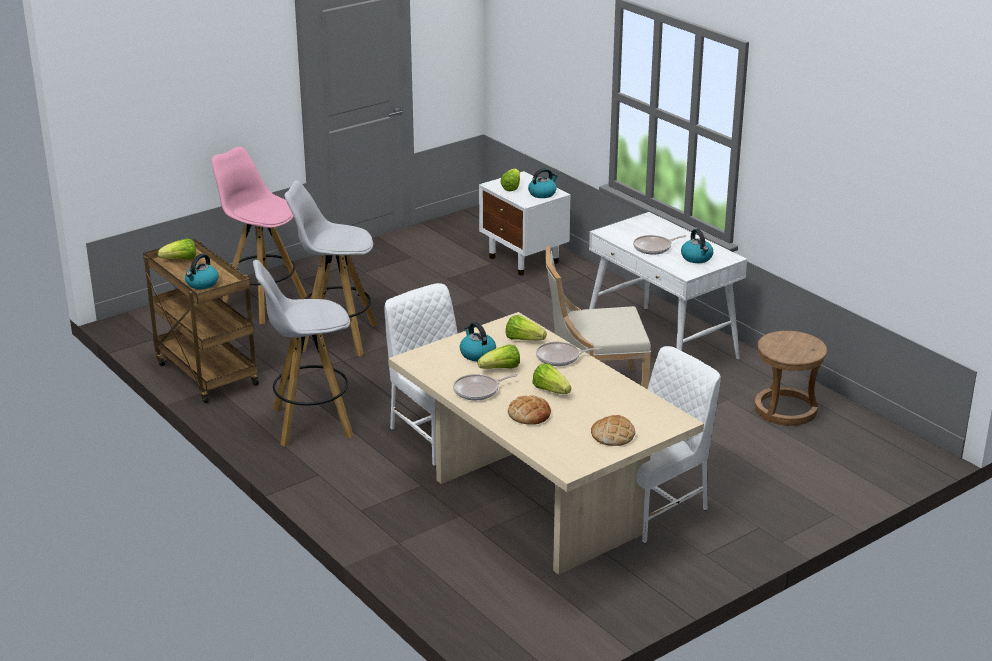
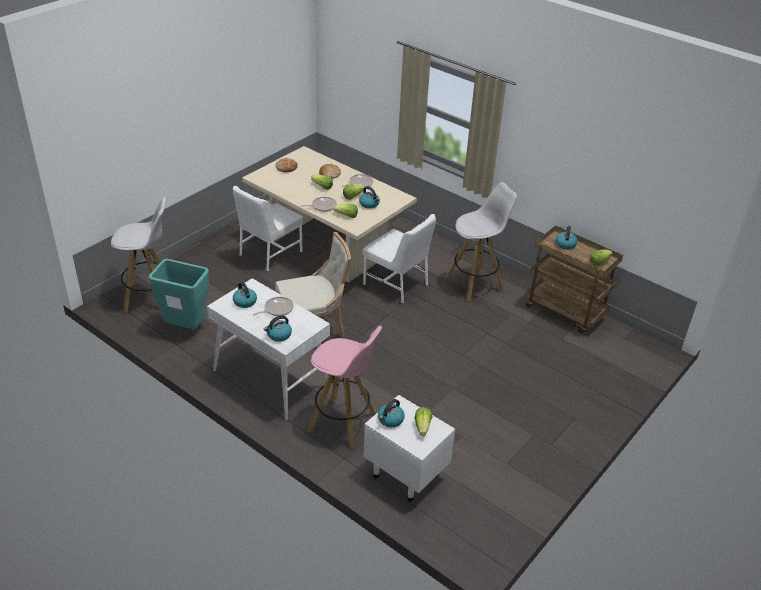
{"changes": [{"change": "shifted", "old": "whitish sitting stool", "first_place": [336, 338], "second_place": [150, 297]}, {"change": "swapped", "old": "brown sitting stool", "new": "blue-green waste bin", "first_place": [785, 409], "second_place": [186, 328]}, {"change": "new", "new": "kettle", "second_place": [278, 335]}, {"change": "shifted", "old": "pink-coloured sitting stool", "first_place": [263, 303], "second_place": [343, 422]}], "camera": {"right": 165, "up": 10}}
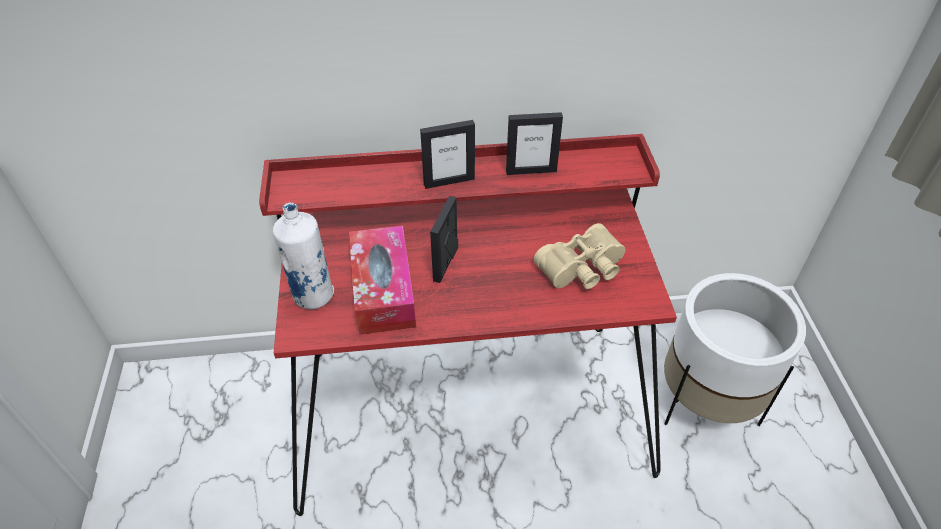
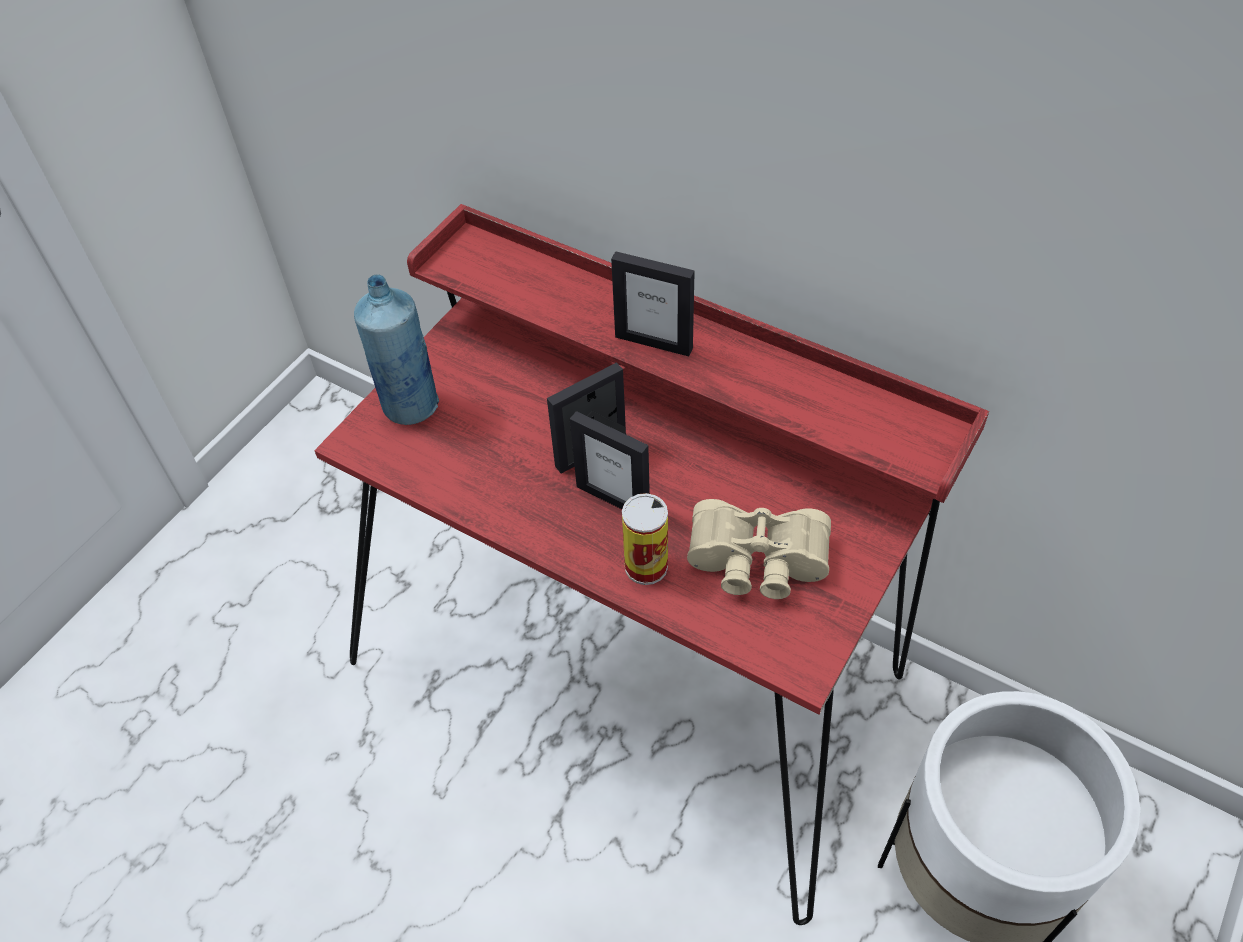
{"changes": [{"change": "repainted", "old": "whitish beverage bottle", "new": "blue beverage bottle", "first_place": [313, 295], "second_place": [410, 405]}, {"change": "shifted", "old": "standing frame", "first_place": [531, 171], "second_place": [613, 499]}, {"change": "new", "new": "can", "second_place": [646, 566]}, {"change": "gone", "old": "tissue box", "first_place": [383, 290]}], "camera": {"right": 40, "up": 5}}
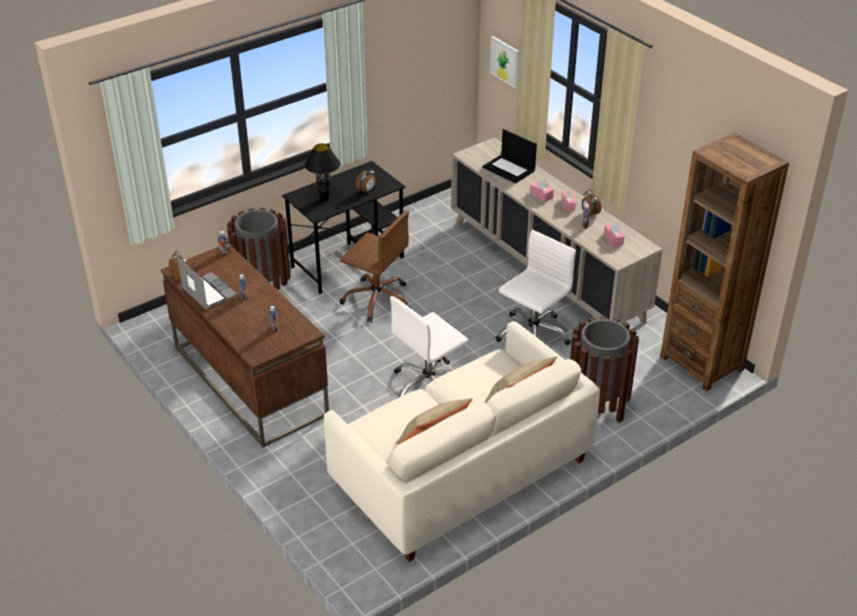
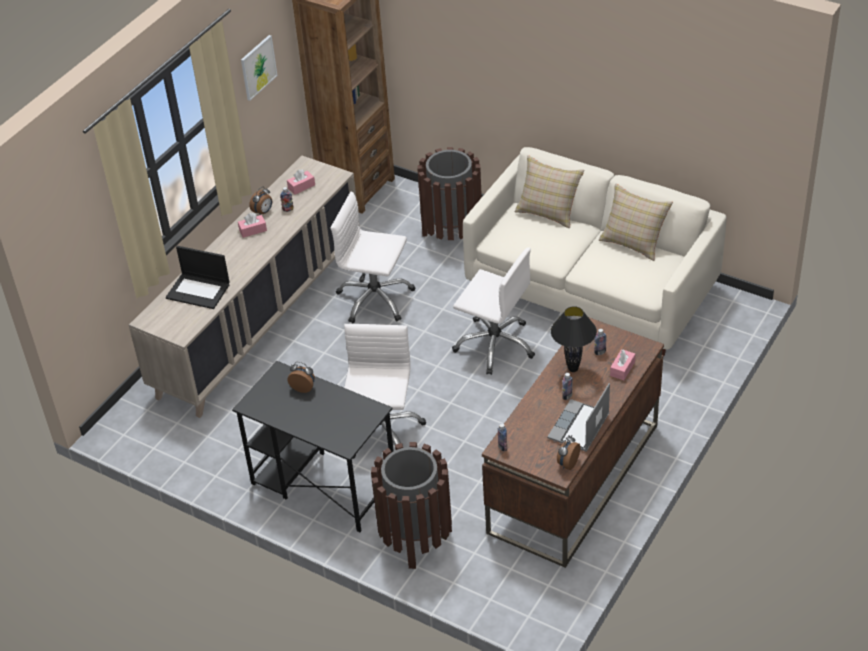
{"changes": [{"change": "rotated", "old": "notebook computer", "first_place": [509, 169], "second_place": [199, 291], "degrees": 90}, {"change": "shifted", "old": "picture", "first_place": [505, 61], "second_place": [258, 67]}, {"change": "repainted", "old": "brown office chair", "new": "whitish office chair", "first_place": [377, 300], "second_place": [381, 431]}, {"change": "shifted", "old": "black-coloured lamp for a table", "first_place": [324, 199], "second_place": [572, 369]}, {"change": "shifted", "old": "pink-coloured tissue box", "first_place": [541, 195], "second_place": [622, 369]}], "camera": {"right": -110, "up": 5}}
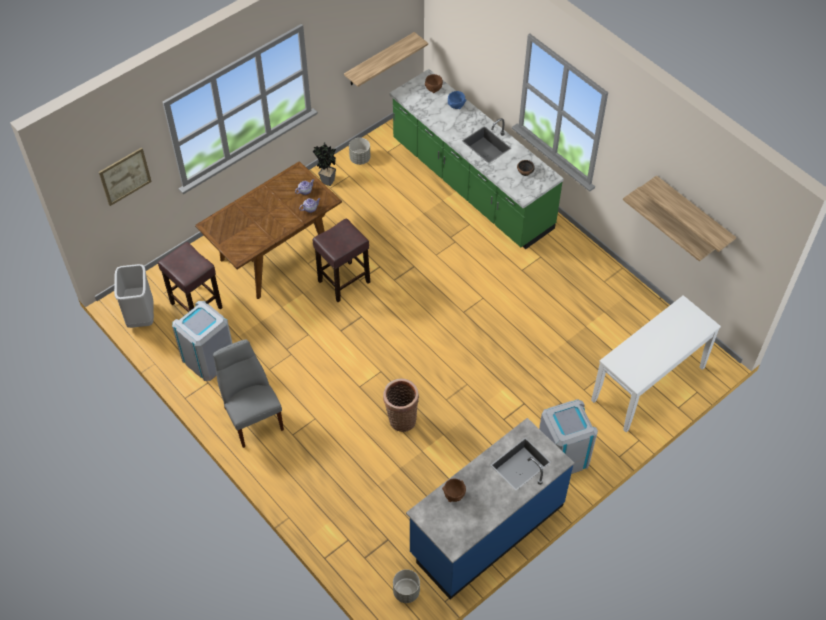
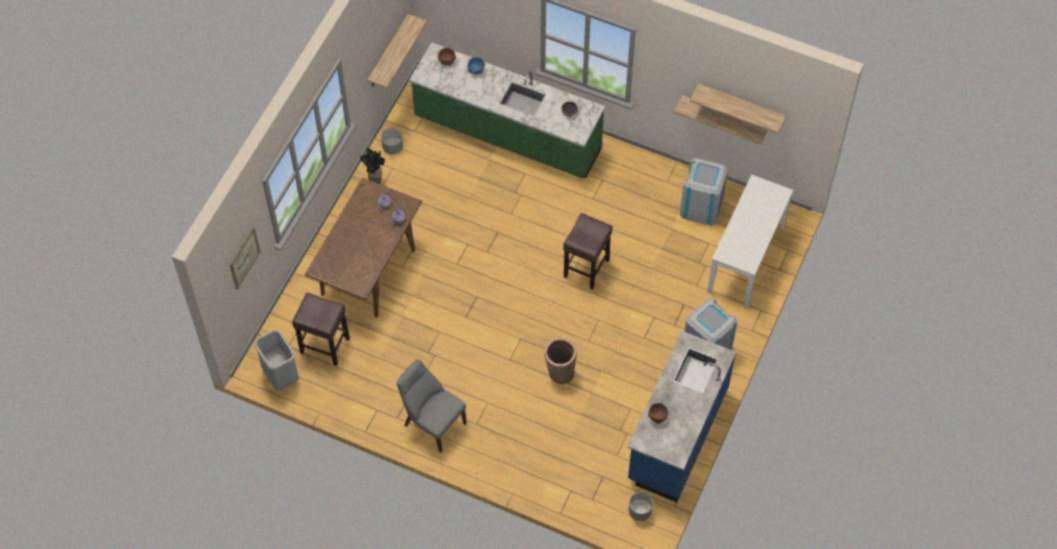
{"changes": [{"change": "shifted", "old": "brown sitting stool", "first_place": [343, 282], "second_place": [586, 269]}, {"change": "shifted", "old": "greyish waste bin", "first_place": [208, 358], "second_place": [701, 207]}], "camera": {"right": -25, "up": 5}}
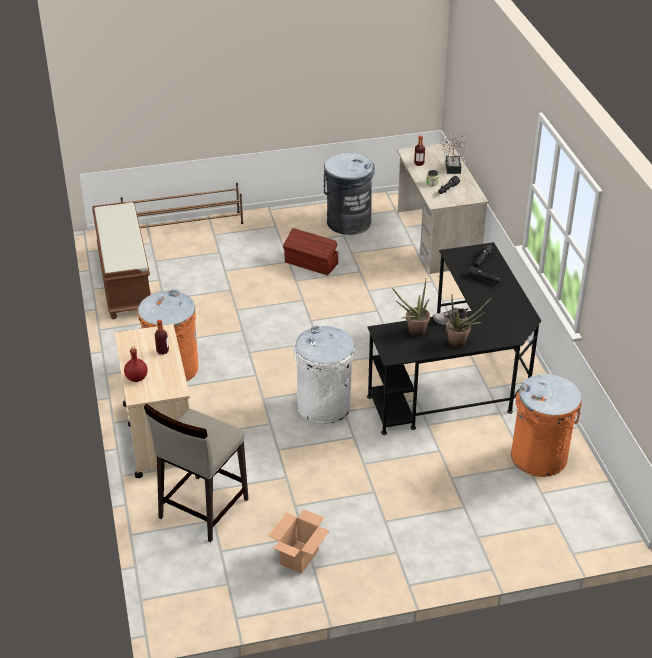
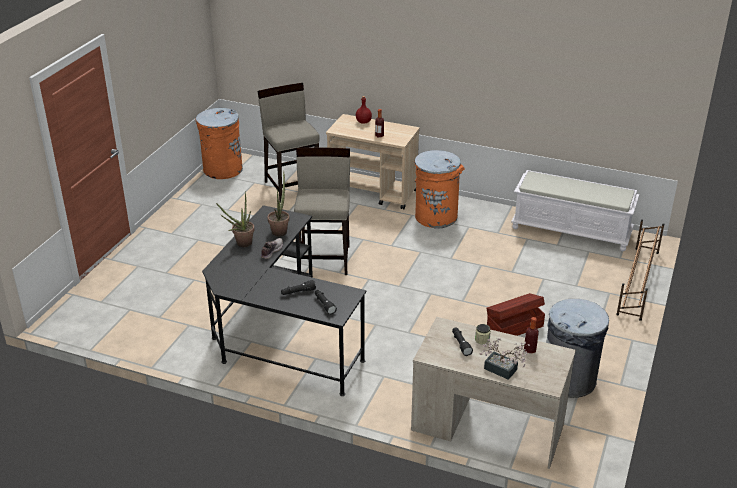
{"changes": [{"change": "shifted", "old": "orangey waste bin", "first_place": [539, 457], "second_place": [222, 169]}, {"change": "swapped", "old": "whitish waste bin", "new": "sand-coloured sitting stool", "first_place": [323, 406], "second_place": [325, 259]}, {"change": "repainted", "old": "brown bench", "new": "whitish bench", "first_place": [124, 279], "second_place": [572, 230]}, {"change": "gone", "old": "carton", "first_place": [299, 556]}], "camera": {"right": 125, "up": -5}}
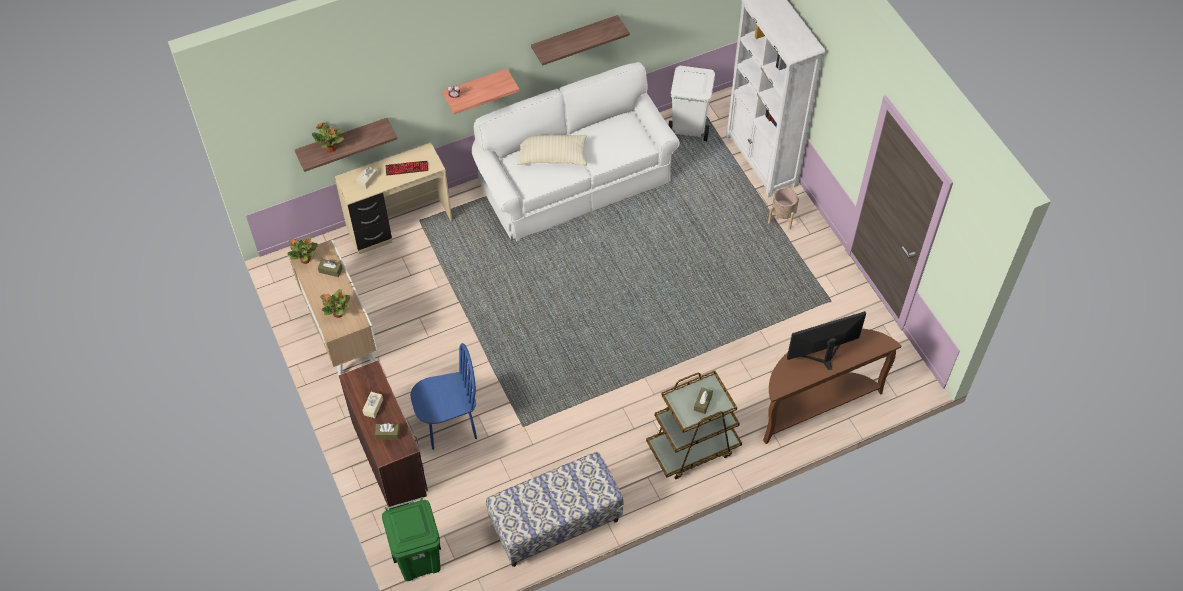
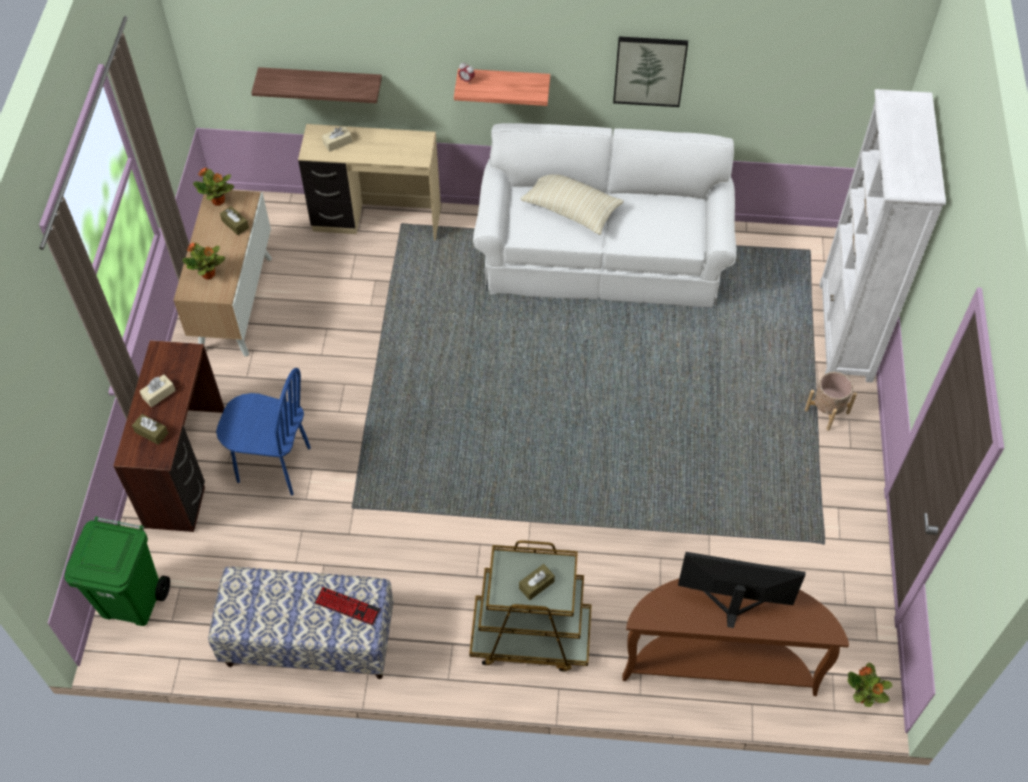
{"changes": [{"change": "shifted", "old": "computer keyboard", "first_place": [407, 168], "second_place": [347, 606]}, {"change": "swapped", "old": "bracket shelf", "new": "picture", "first_place": [574, 38], "second_place": [649, 70]}, {"change": "shifted", "old": "potted plant", "first_place": [331, 148], "second_place": [863, 697]}, {"change": "gone", "old": "whitish waste bin", "first_place": [688, 128]}], "camera": {"right": 30, "up": 0}}
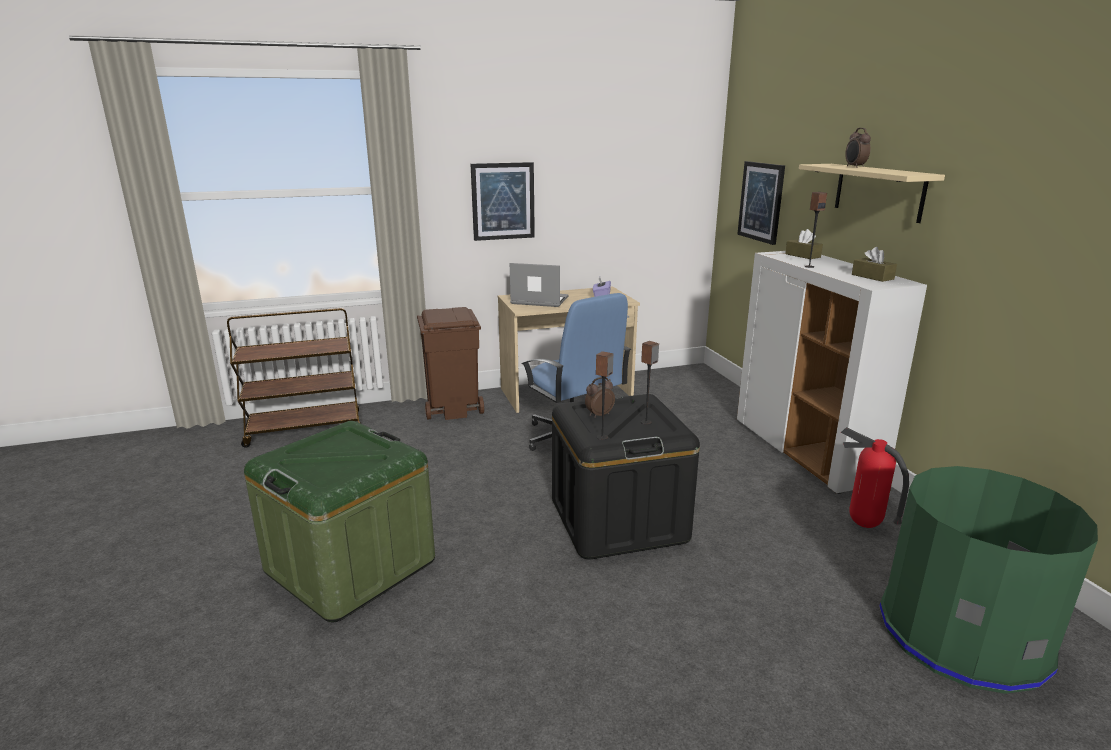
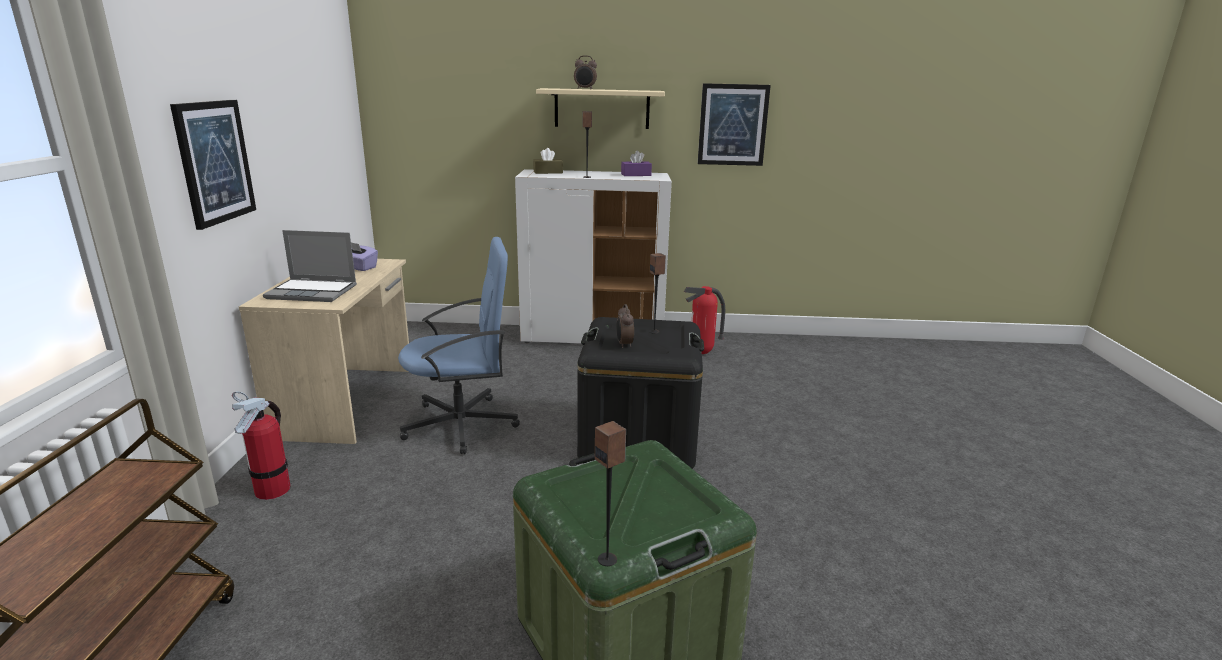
{"changes": [{"change": "swapped", "old": "brown waste bin", "new": "fire-fighting cylinder", "first_place": [452, 408], "second_place": [272, 489]}, {"change": "rotated", "old": "notebook computer", "first_place": [538, 301], "second_place": [313, 292], "degrees": -120}, {"change": "shifted", "old": "loudspeaker", "first_place": [602, 437], "second_place": [607, 559]}, {"change": "repainted", "old": "brown tissue box", "new": "purple tissue box", "first_place": [872, 277], "second_place": [636, 175]}, {"change": "shifted", "old": "picture", "first_place": [761, 202], "second_place": [732, 125]}, {"change": "gone", "old": "greenish waste bin", "first_place": [962, 634]}], "camera": {"right": -70, "up": 0}}
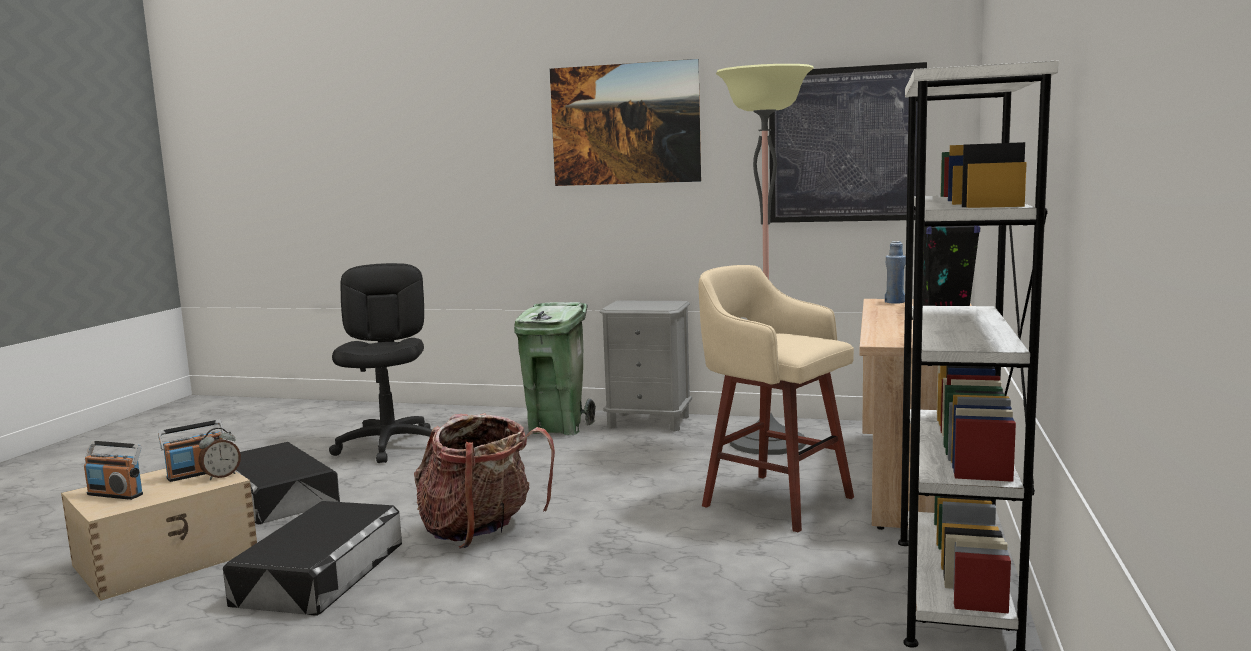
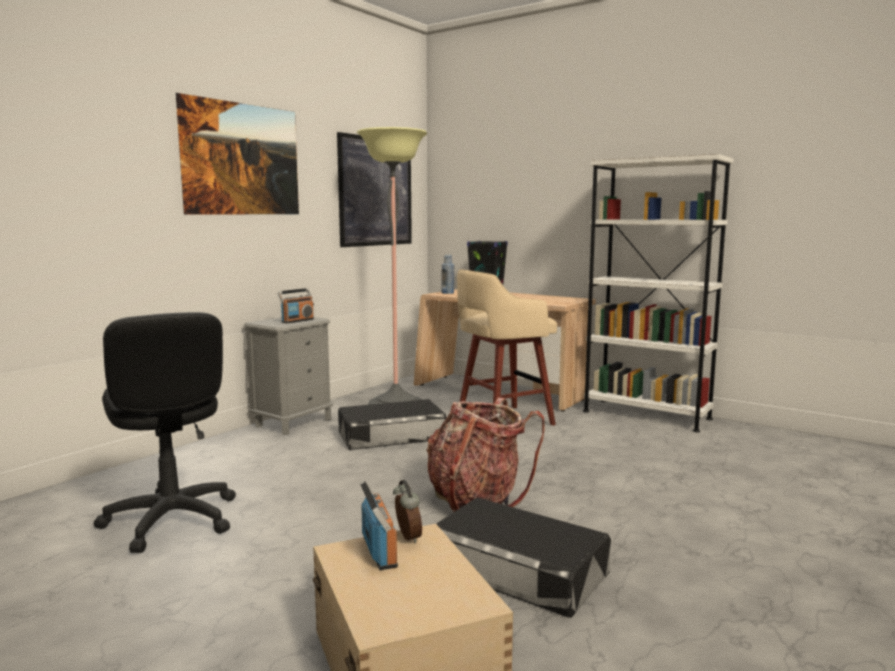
{"changes": [{"change": "rotated", "old": "black-coloured office chair", "first_place": [390, 446], "second_place": [171, 520], "degrees": -135}, {"change": "shifted", "old": "radio receiver", "first_place": [116, 494], "second_place": [297, 321]}, {"change": "shifted", "old": "black-coloured storage box", "first_place": [278, 496], "second_place": [391, 435]}, {"change": "gone", "old": "greenish waste bin", "first_place": [557, 427]}], "camera": {"right": -70, "up": 0}}
